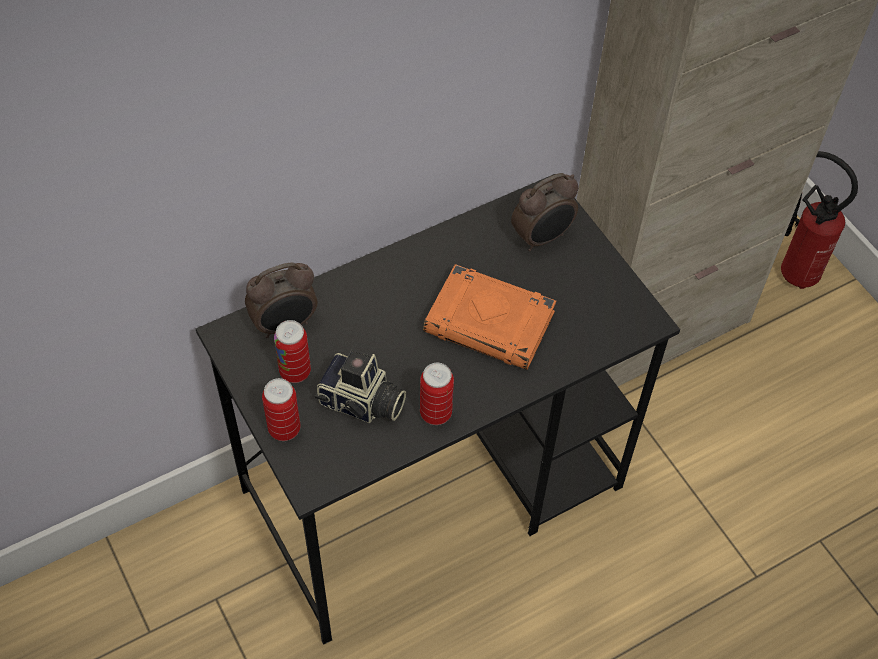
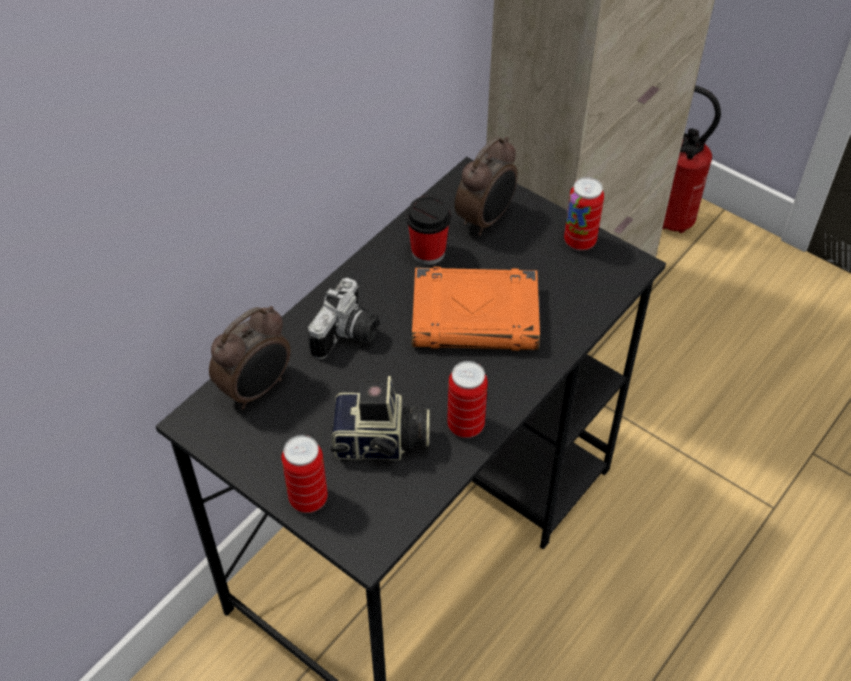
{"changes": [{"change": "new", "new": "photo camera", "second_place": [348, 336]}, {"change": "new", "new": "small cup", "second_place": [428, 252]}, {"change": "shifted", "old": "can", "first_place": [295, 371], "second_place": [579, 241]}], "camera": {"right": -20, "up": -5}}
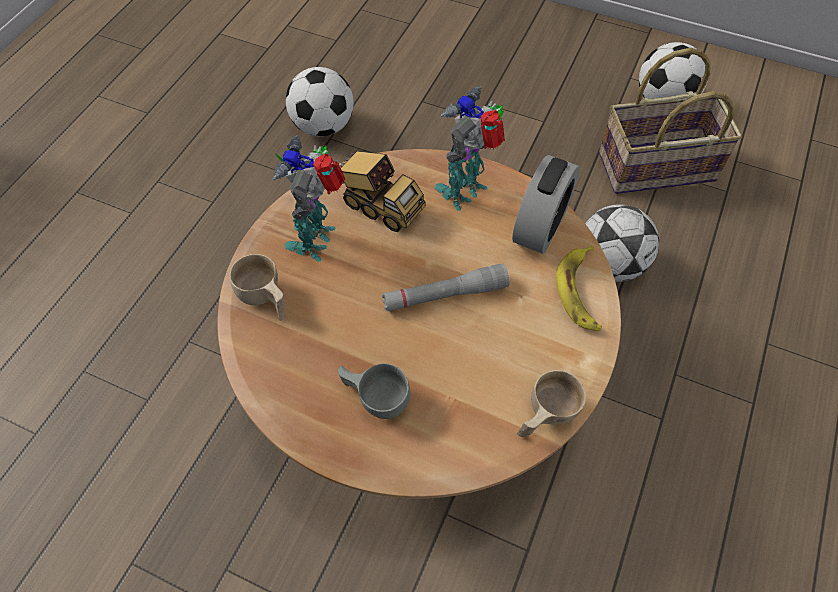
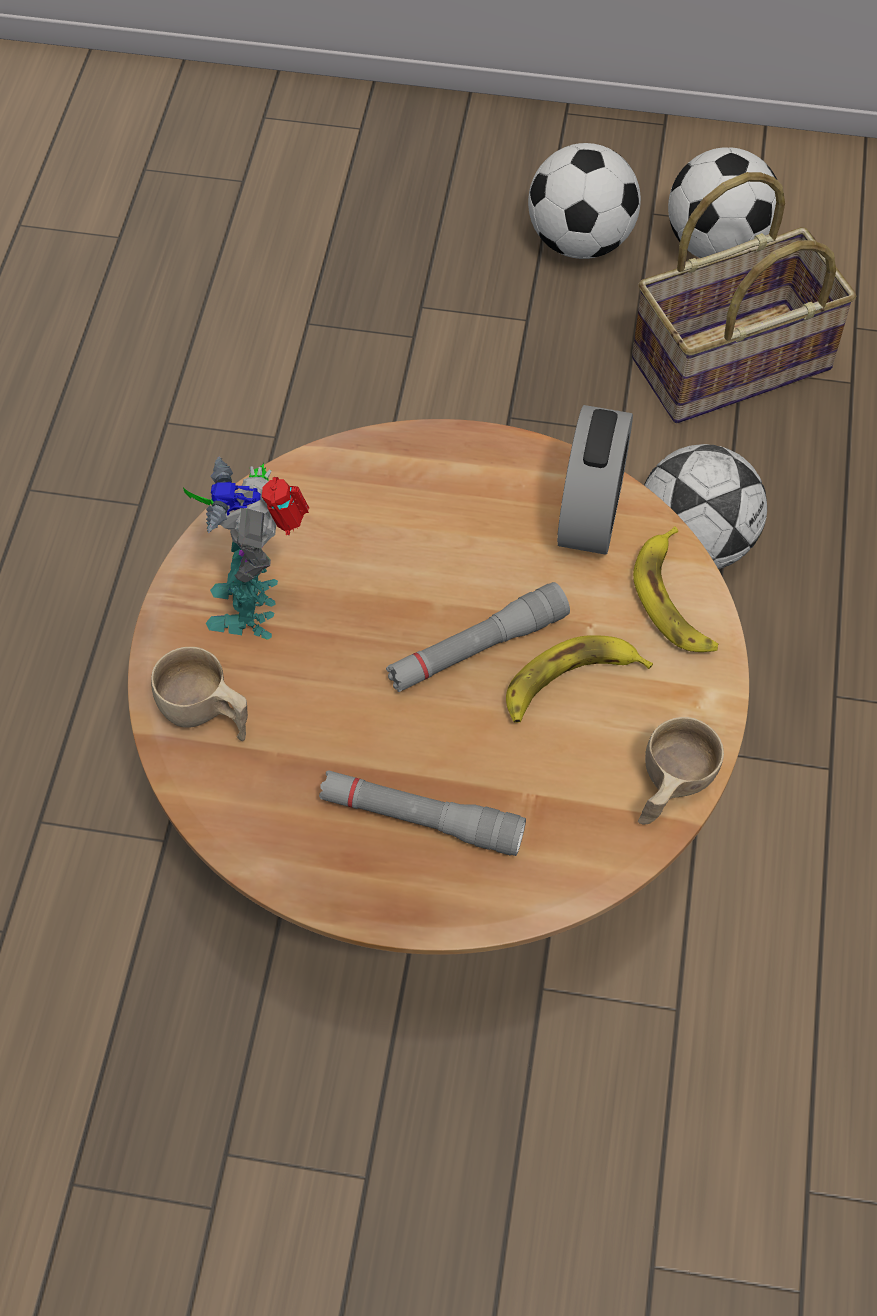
{"changes": [{"change": "swapped", "old": "greyish small cup", "new": "greyish hand torch", "first_place": [375, 397], "second_place": [421, 819]}, {"change": "new", "new": "whole banana", "second_place": [569, 683]}, {"change": "shifted", "old": "ball for football", "first_place": [323, 126], "second_place": [580, 242]}, {"change": "gone", "old": "model truck", "first_place": [380, 206]}, {"change": "gone", "old": "toy robot", "first_place": [466, 191]}], "camera": {"right": -15, "up": 0}}
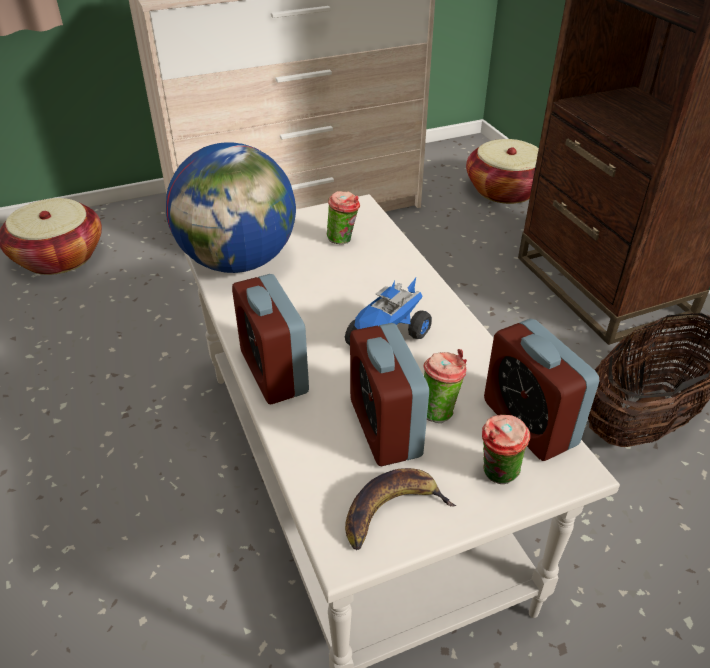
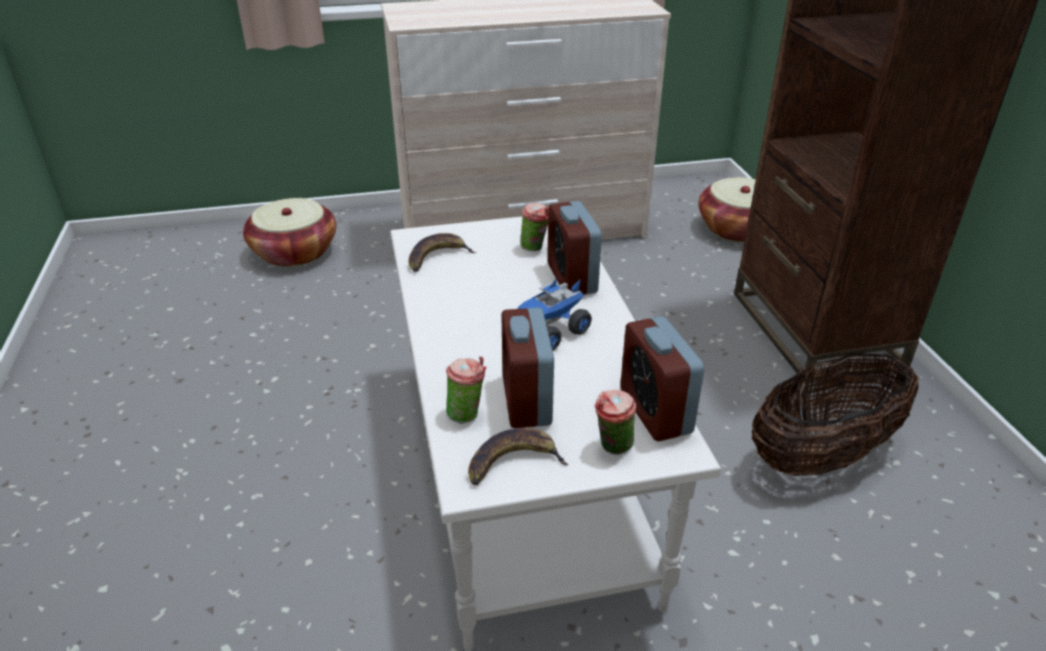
{"changes": [{"change": "swapped", "old": "globe", "new": "whole banana", "first_place": [239, 261], "second_place": [437, 257]}, {"change": "shifted", "old": "small cup", "first_place": [439, 410], "second_place": [467, 413]}, {"change": "shifted", "old": "alarm clock", "first_place": [274, 372], "second_place": [572, 278]}], "camera": {"right": 10, "up": -5}}
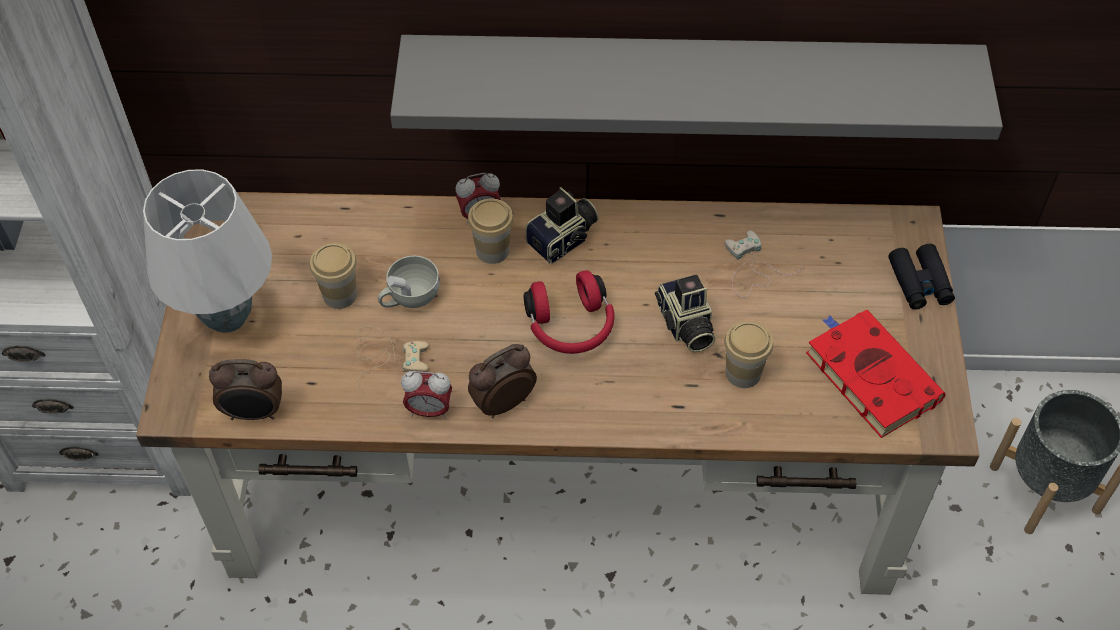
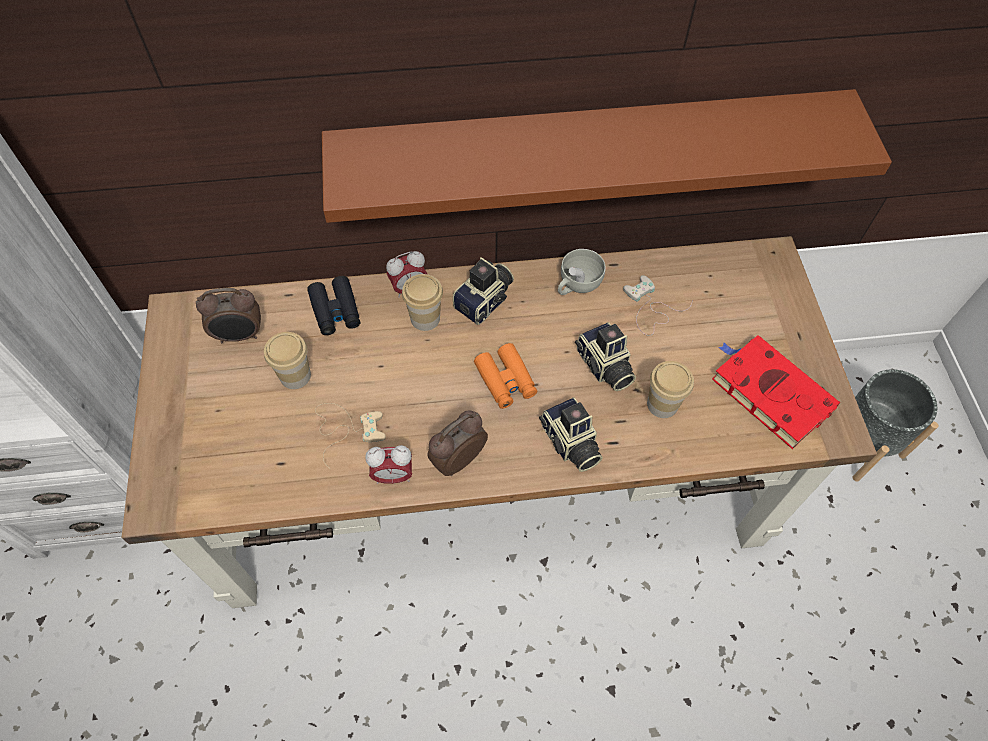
{"changes": [{"change": "shifted", "old": "alarm clock", "first_place": [254, 413], "second_place": [240, 335]}, {"change": "shifted", "old": "black-coloured pair of binoculars", "first_place": [920, 283], "second_place": [335, 311]}, {"change": "repainted", "old": "greyish bracket shelf", "new": "brown bracket shelf", "first_place": [688, 79], "second_place": [589, 147]}, {"change": "swapped", "old": "red-coloured headset", "new": "orangey pair of binoculars", "first_place": [571, 327], "second_place": [505, 380]}, {"change": "new", "new": "photo camera", "second_place": [570, 444]}, {"change": "shifted", "old": "whitish small cup", "first_place": [409, 298], "second_place": [576, 285]}, {"change": "gone", "old": "whitish lamp for a table", "first_place": [229, 316]}], "camera": {"right": -10, "up": 5}}
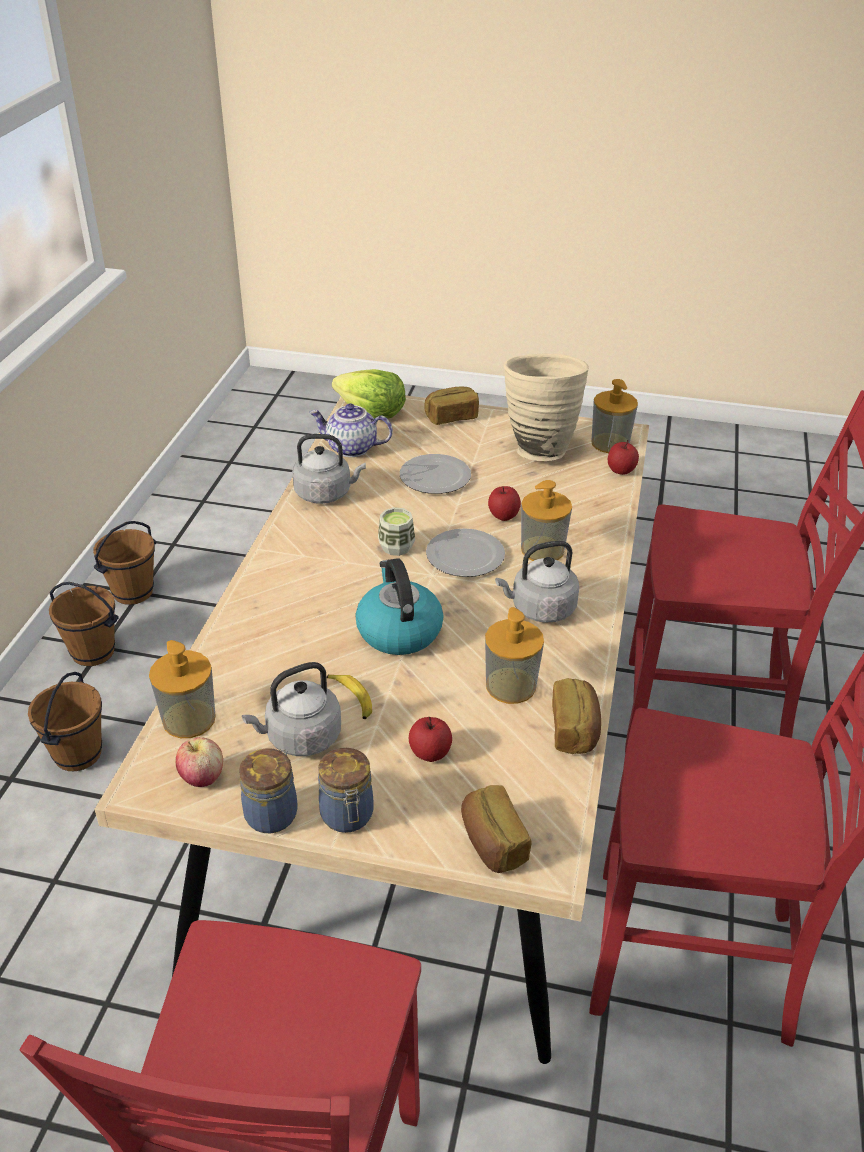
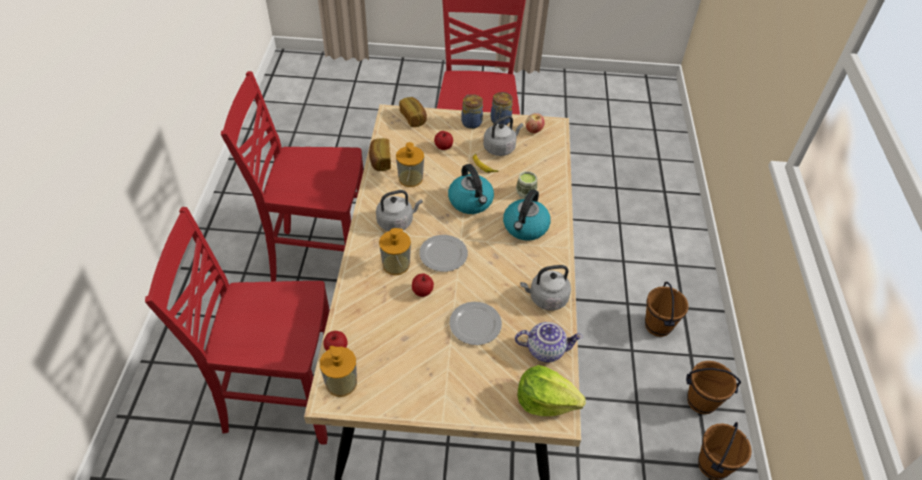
{"changes": [{"change": "new", "new": "kettle", "second_place": [525, 227]}, {"change": "shifted", "old": "small cup", "first_place": [396, 547], "second_place": [525, 193]}, {"change": "gone", "old": "soap dispenser", "first_place": [189, 719]}, {"change": "gone", "old": "baked bread", "first_place": [451, 417]}, {"change": "gone", "old": "sand-coloured flower vase", "first_place": [538, 448]}], "camera": {"right": 170, "up": 10}}
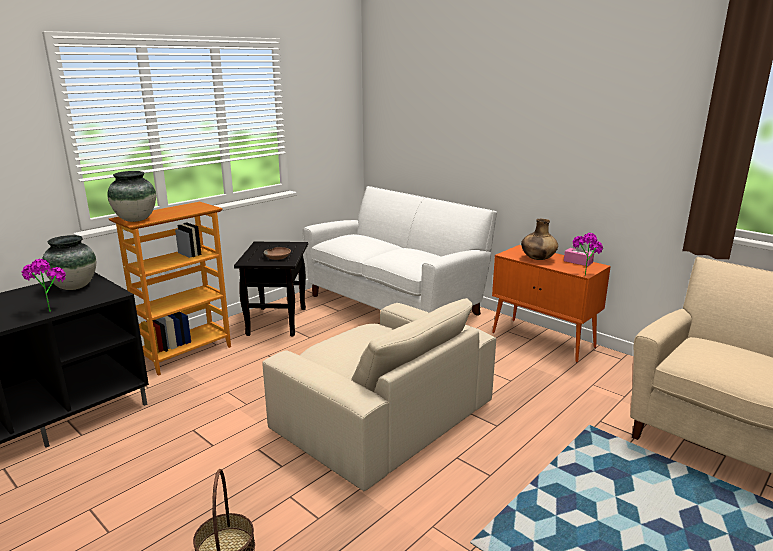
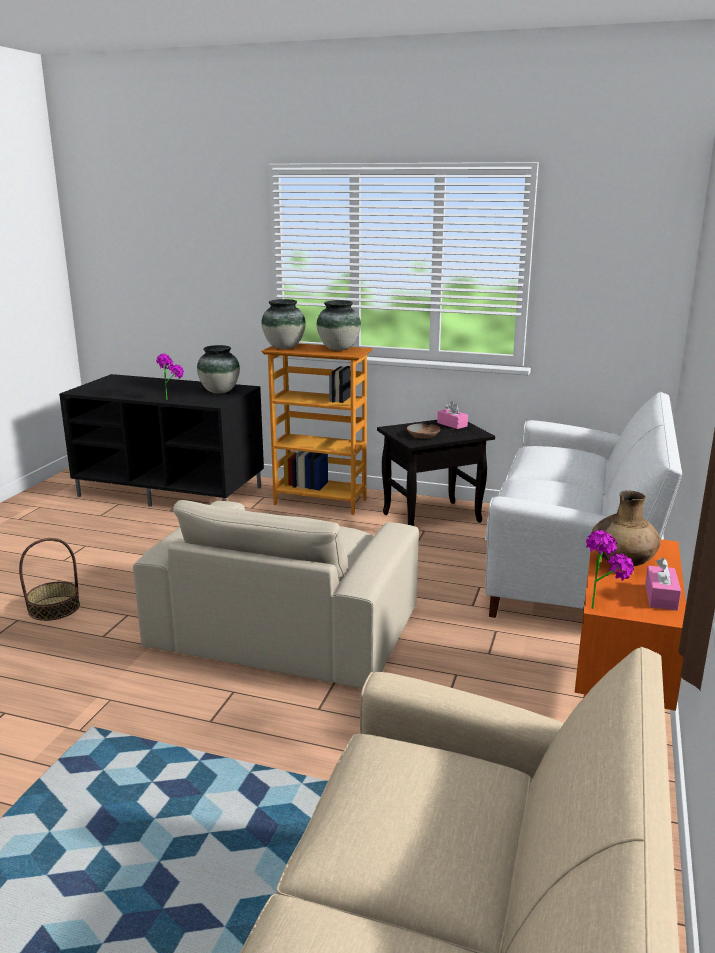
{"changes": [{"change": "new", "new": "flower vase", "second_place": [339, 349]}, {"change": "new", "new": "pink-coloured tissue box", "second_place": [452, 424]}], "camera": {"right": 65, "up": 0}}
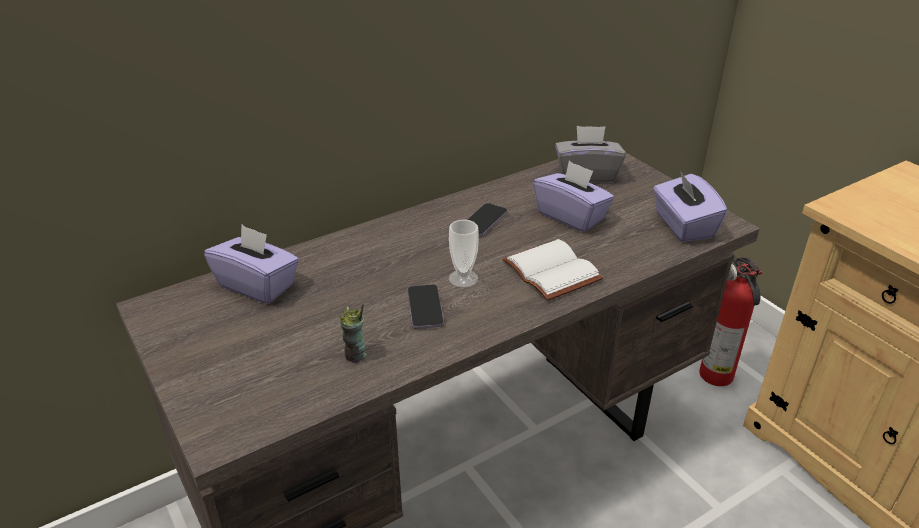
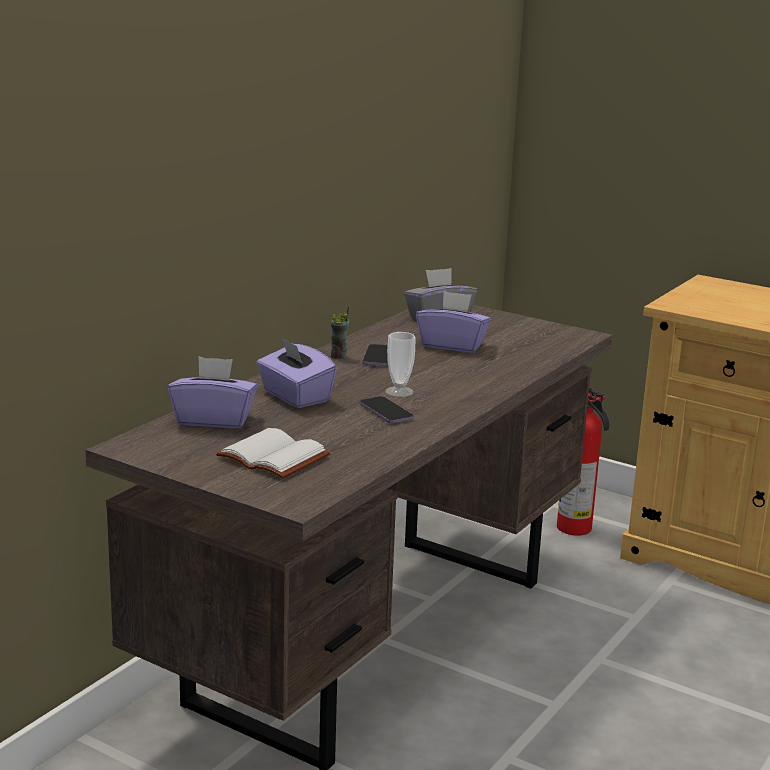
{"changes": [{"change": "shifted", "old": "whitish bound book", "first_place": [548, 271], "second_place": [270, 457]}, {"change": "shifted", "old": "purple tissue box", "first_place": [683, 226], "second_place": [295, 396]}, {"change": "shifted", "old": "small cup", "first_place": [355, 356], "second_place": [339, 356]}], "camera": {"right": -25, "up": -15}}
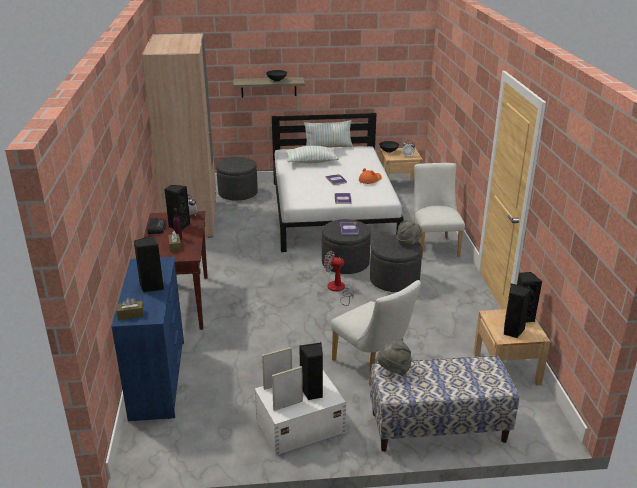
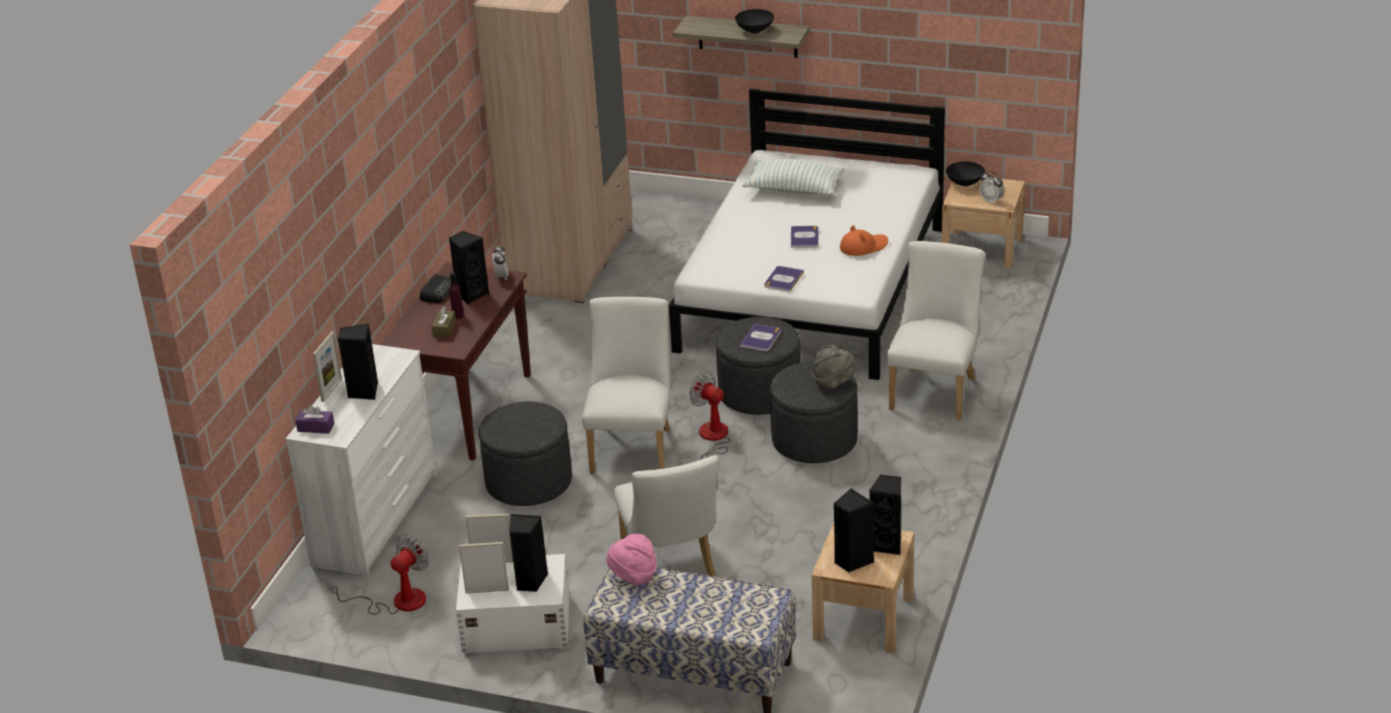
{"changes": [{"change": "repainted", "old": "blue drawer chest", "new": "whitish drawer chest", "first_place": [159, 379], "second_place": [376, 520]}, {"change": "repainted", "old": "brown tissue box", "new": "purple tissue box", "first_place": [131, 315], "second_place": [316, 427]}, {"change": "new", "new": "standing frame", "second_place": [331, 390]}, {"change": "new", "new": "electric fan", "second_place": [397, 601]}, {"change": "shifted", "old": "greyish ottoman", "first_place": [238, 193], "second_place": [529, 482]}, {"change": "new", "new": "whitish upright chair", "second_place": [633, 447]}, {"change": "repainted", "old": "greyish wearable hat", "new": "pink-coloured wearable hat", "first_place": [394, 370], "second_place": [633, 576]}, {"change": "gone", "old": "throw pillow", "first_place": [328, 147]}], "camera": {"right": 25, "up": 5}}
